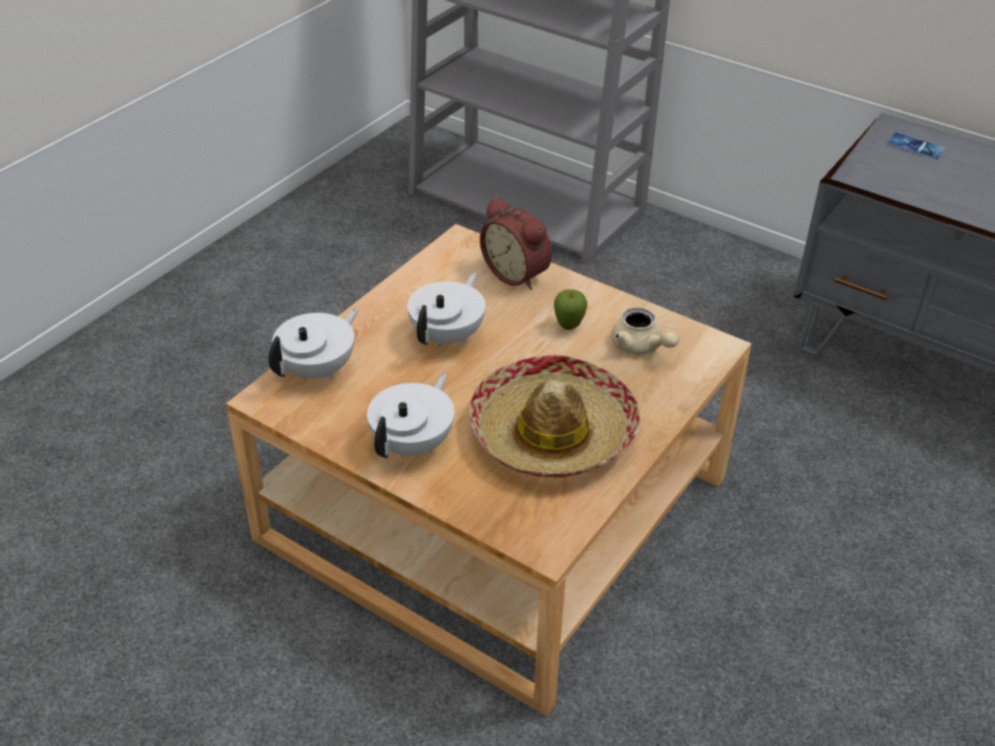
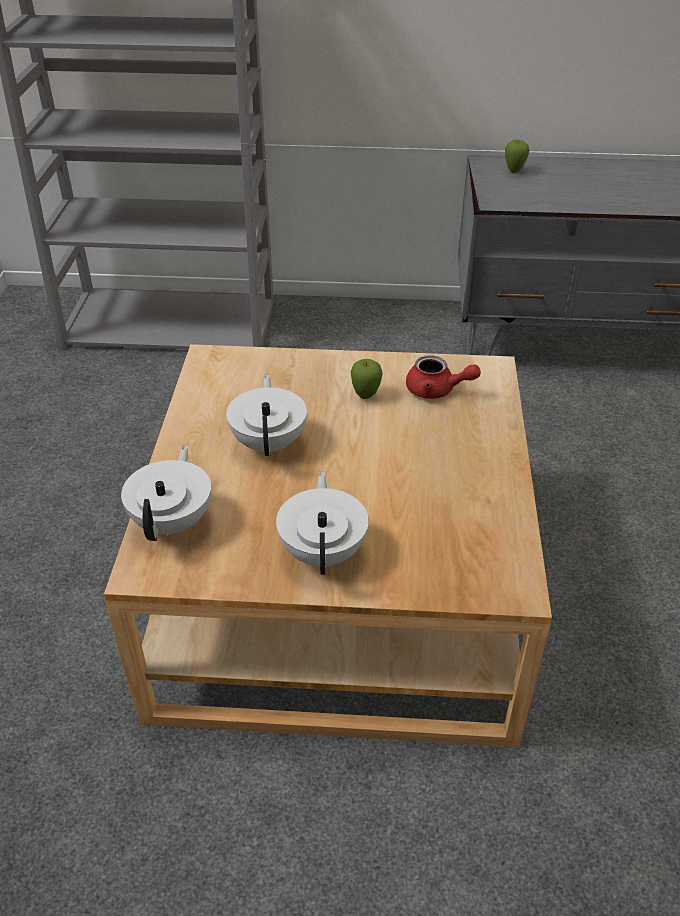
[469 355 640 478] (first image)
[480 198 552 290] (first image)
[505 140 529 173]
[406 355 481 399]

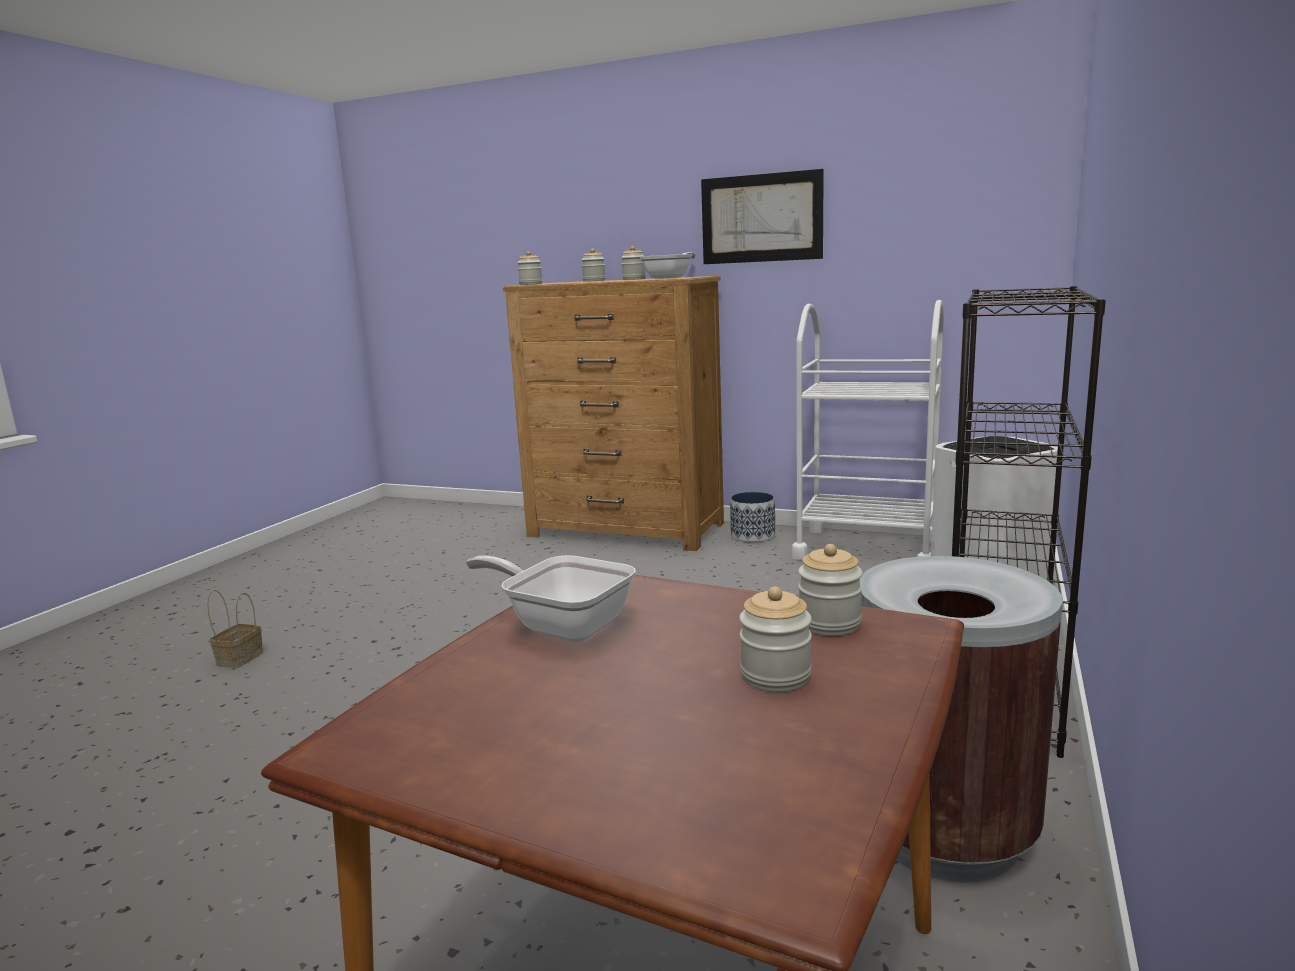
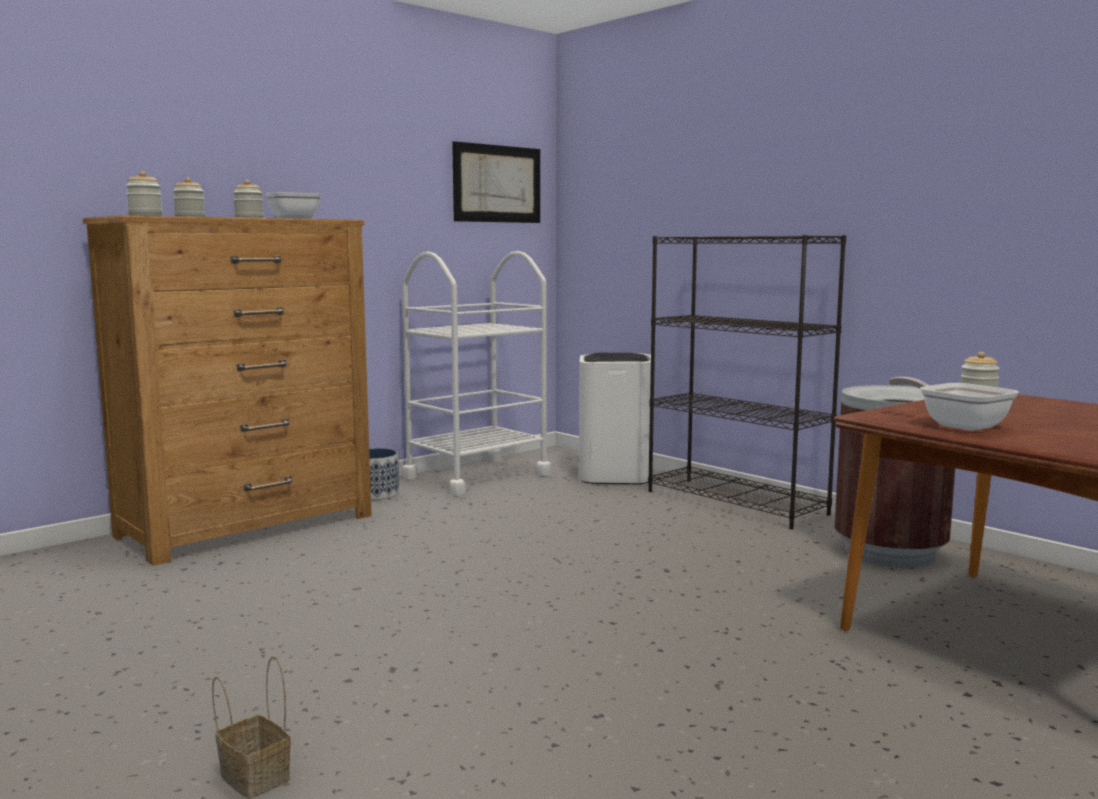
[739 586 812 692] (first image)
[452 141 540 223]
[889 377 1019 431]

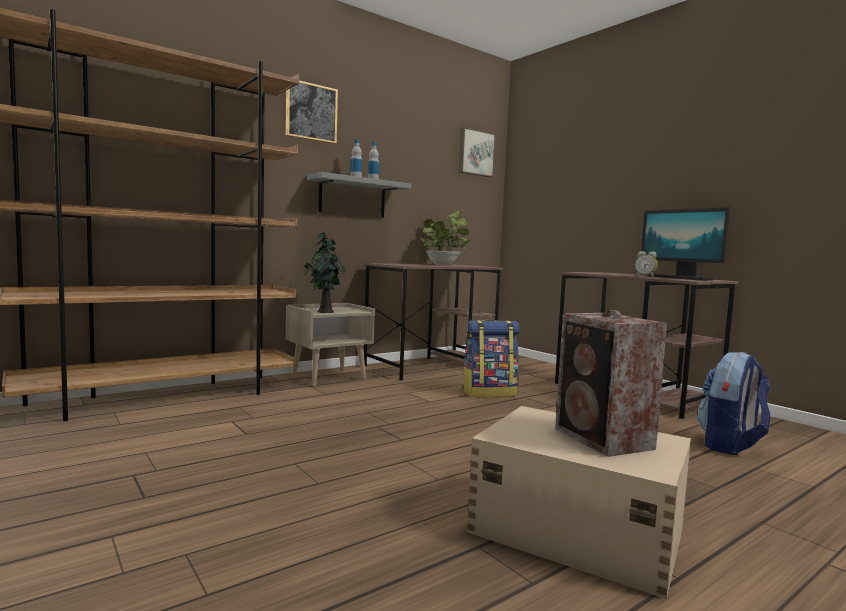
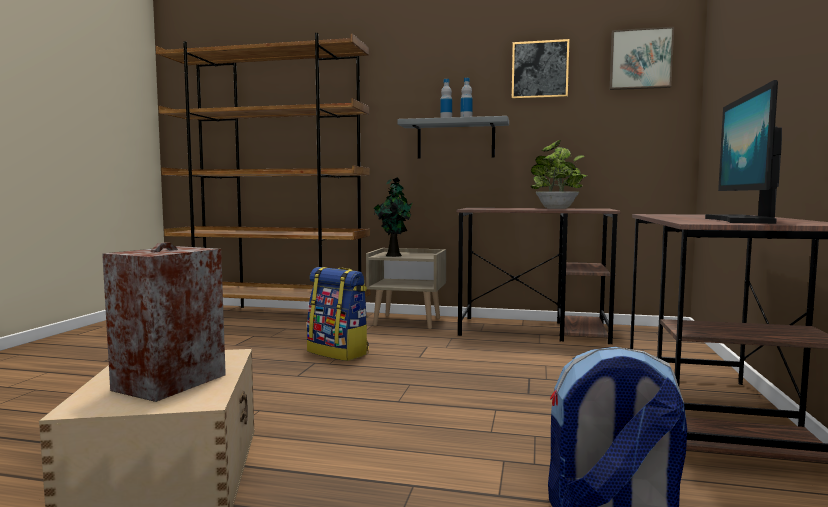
[635 251 658 278] (first image)
[512 39 569 99]
[307 267 369 361]

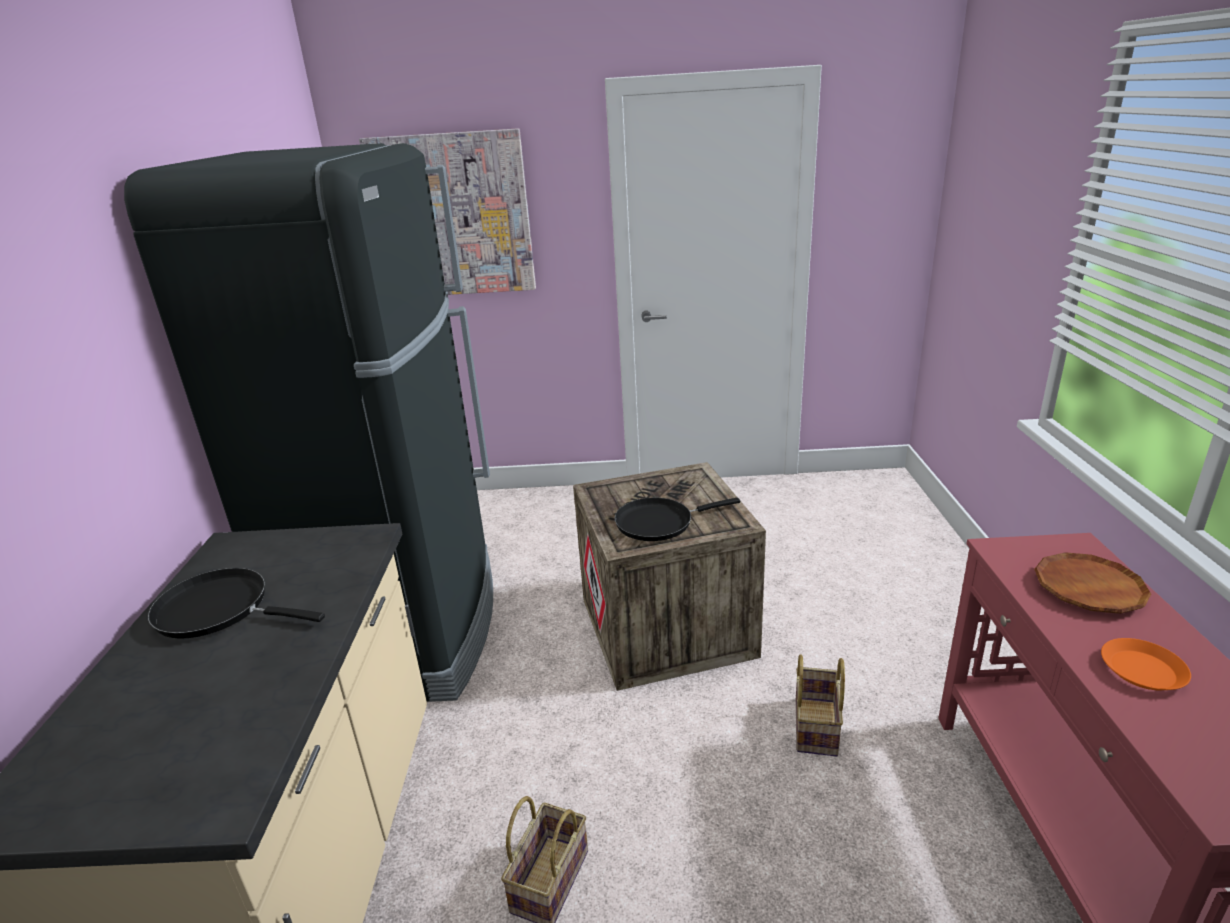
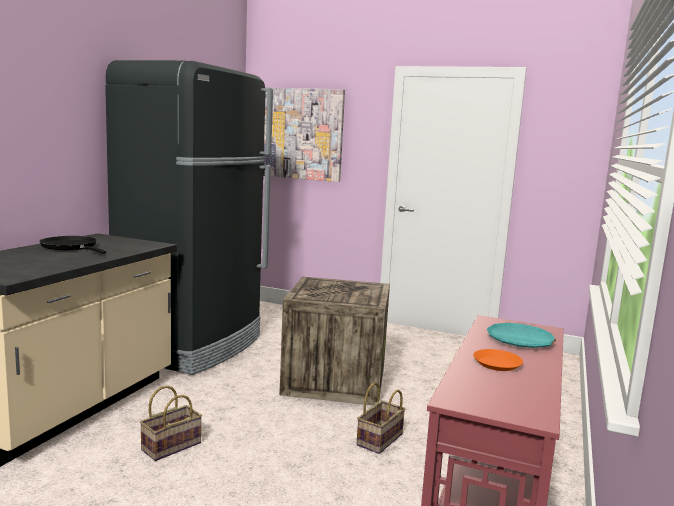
[615 498 740 541] (first image)
[487 323 556 348]

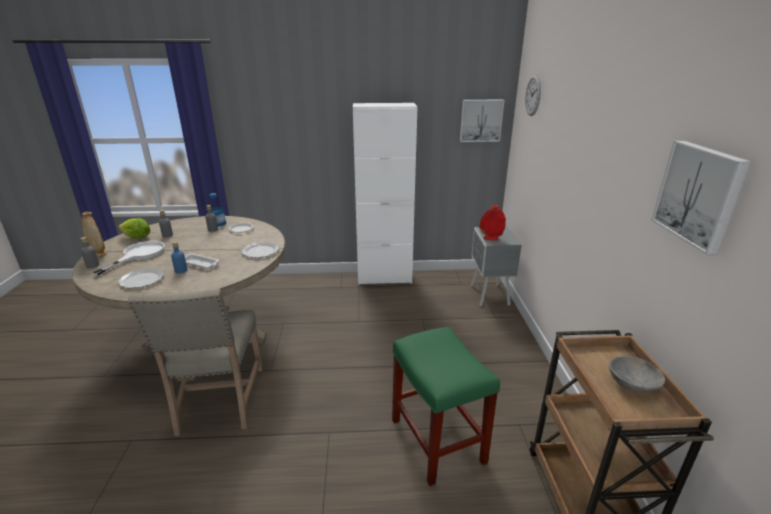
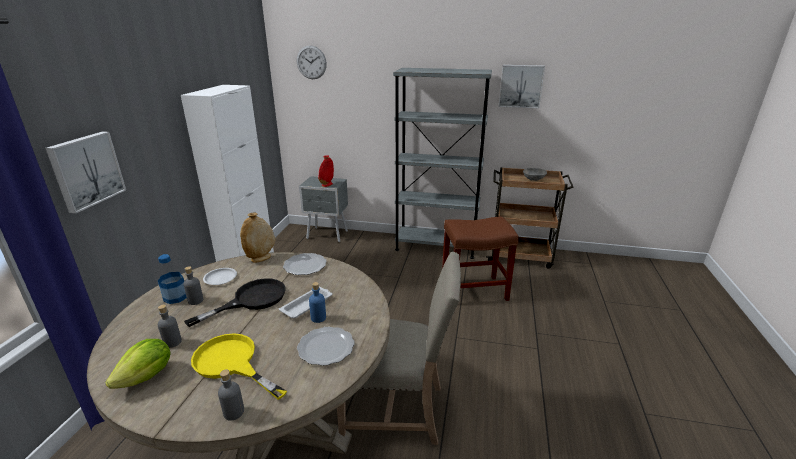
[184 278 286 327]
[393 68 492 259]
[240 213 275 263]
[45 131 126 214]
[191 333 287 400]
[442 216 519 301]

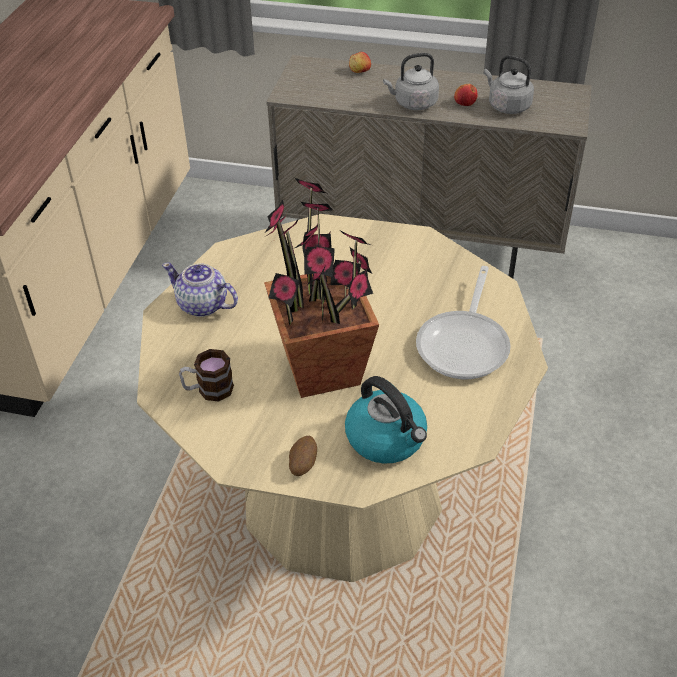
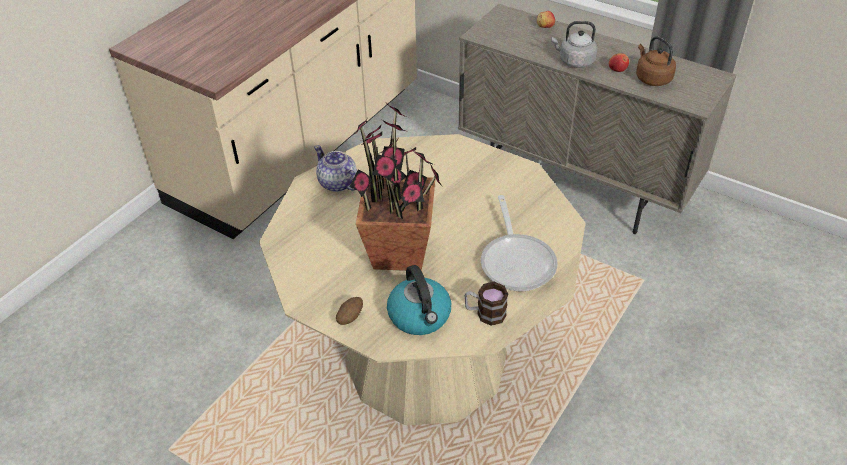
[465 282 508 326]
[636 36 676 86]
[481 195 558 291]

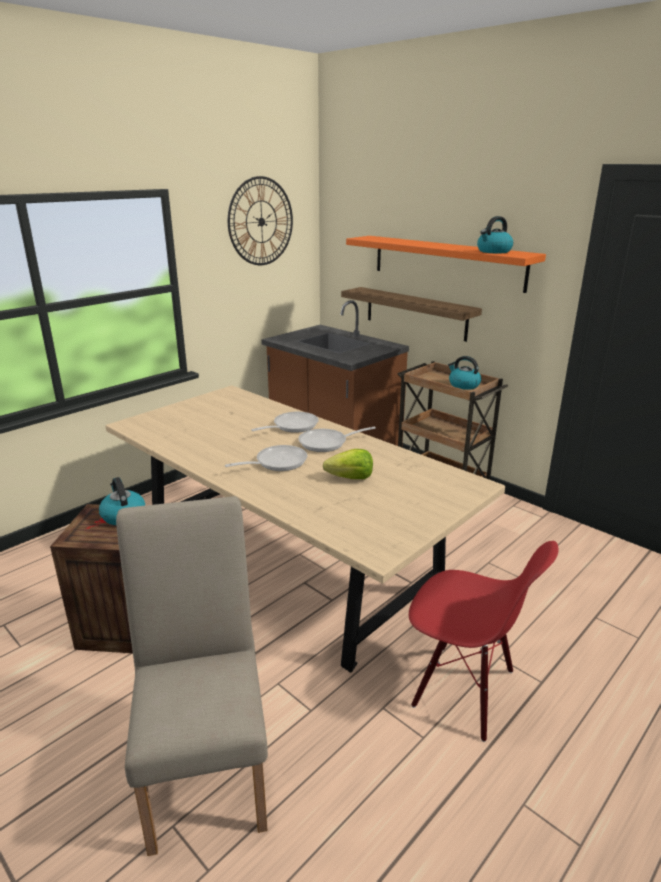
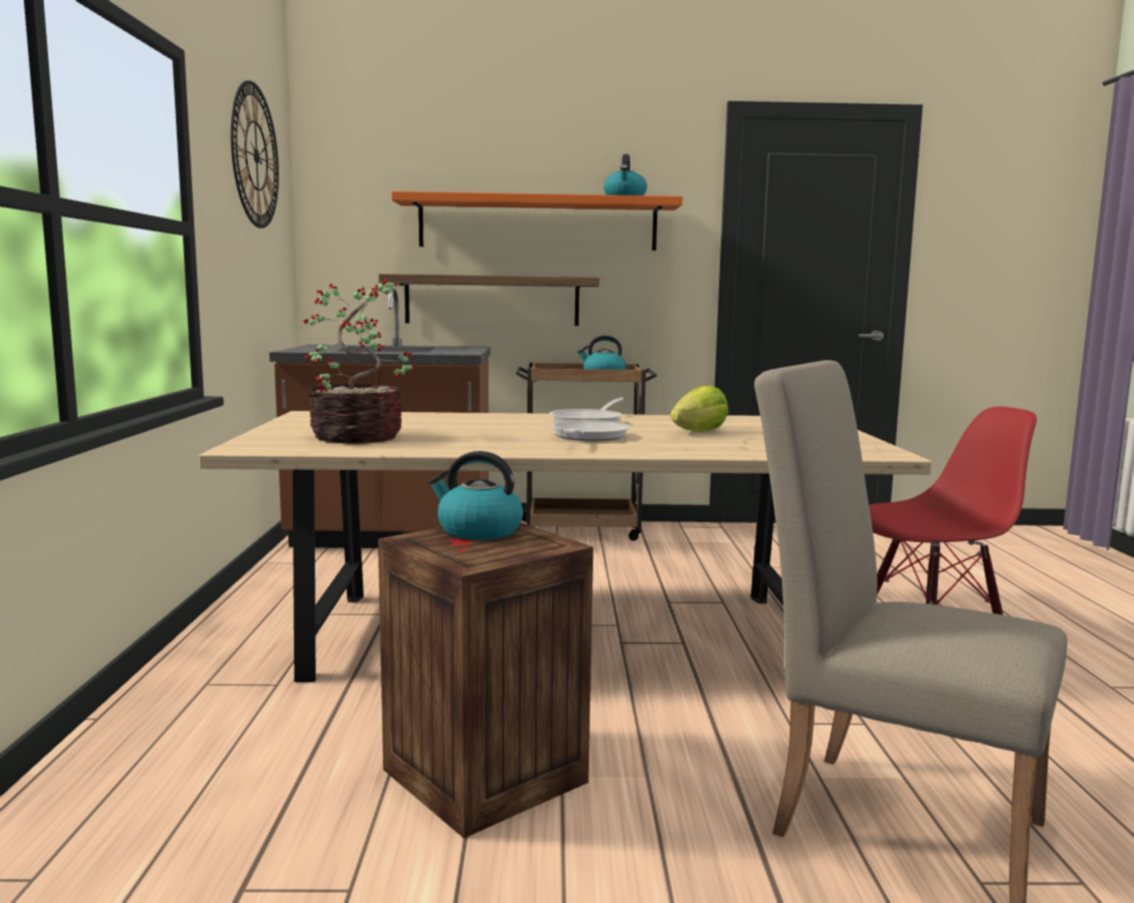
[251 412 319 433] (first image)
[301 277 416 444]

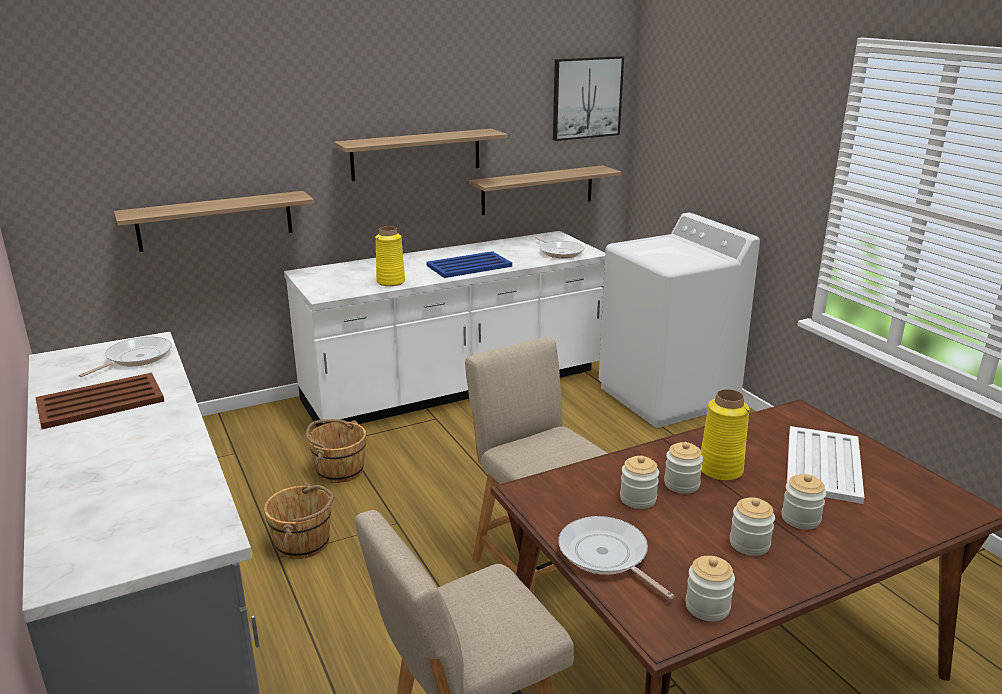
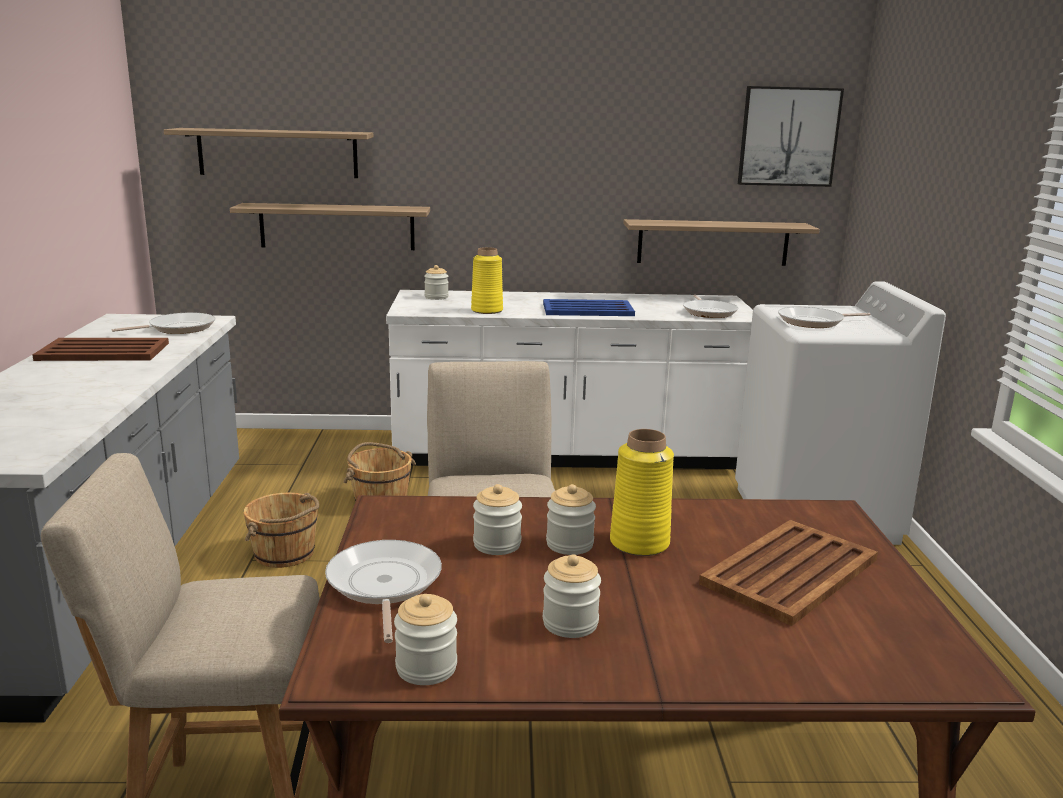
[778 307 871 328]
[164 128 373 178]
[424 265 449 300]
[699 520 878 626]

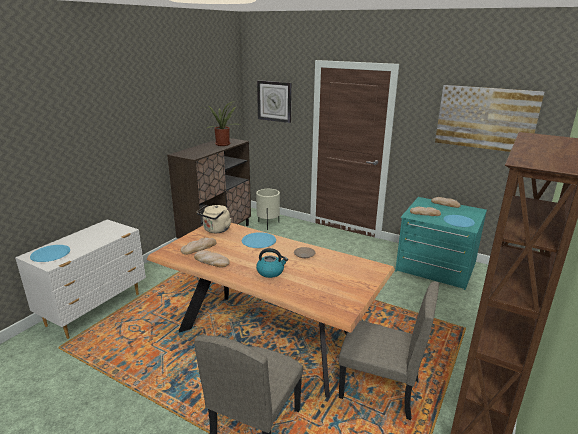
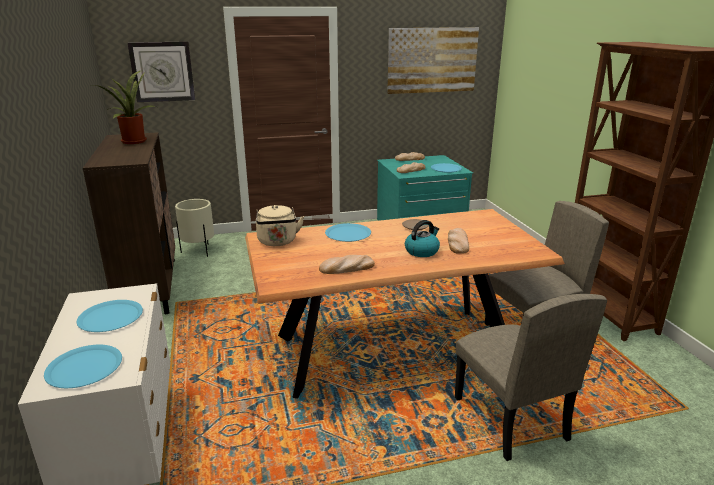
[77 300 143 332]
[448 228 469 254]

